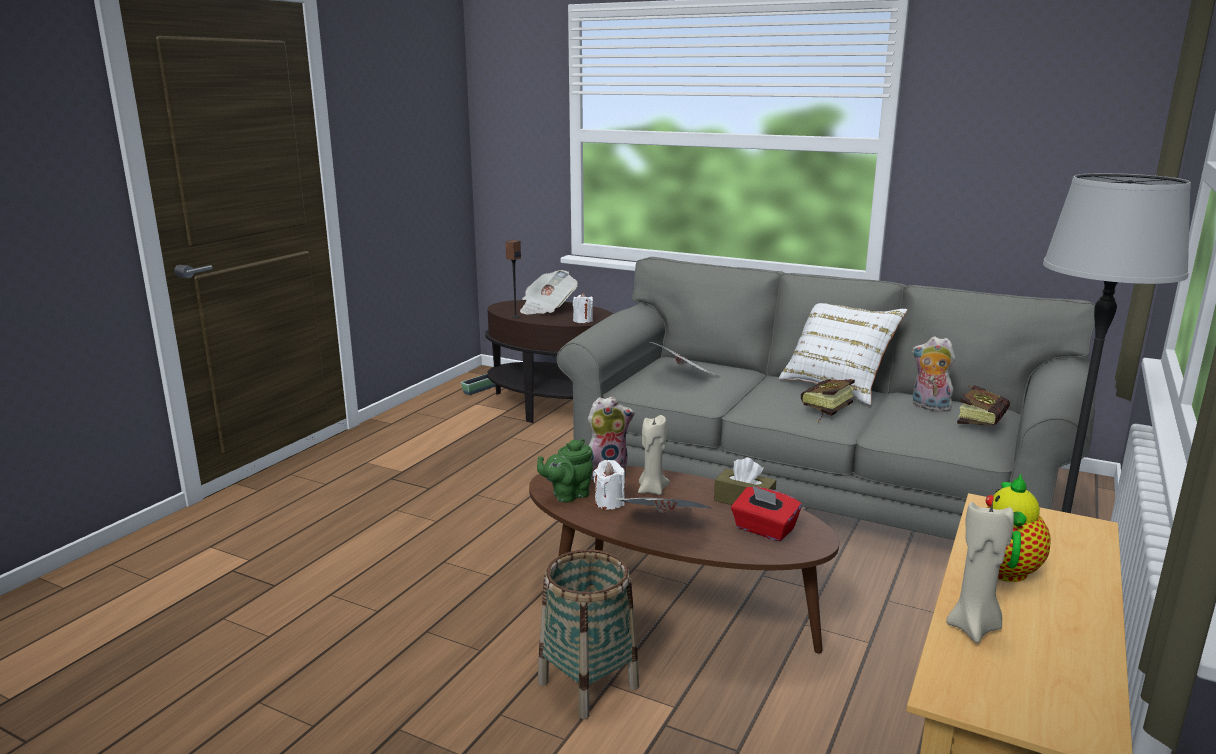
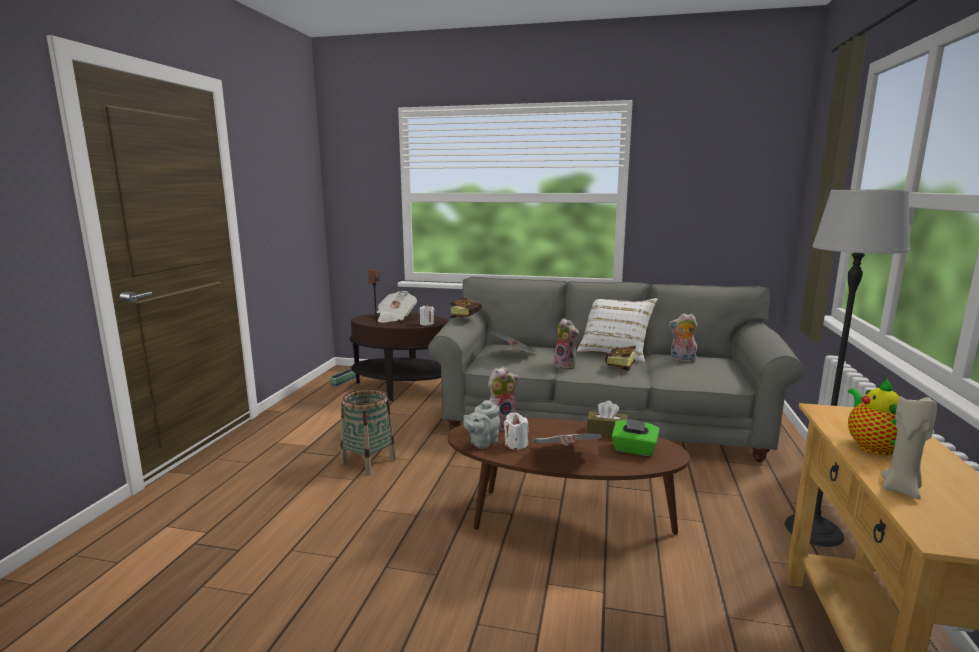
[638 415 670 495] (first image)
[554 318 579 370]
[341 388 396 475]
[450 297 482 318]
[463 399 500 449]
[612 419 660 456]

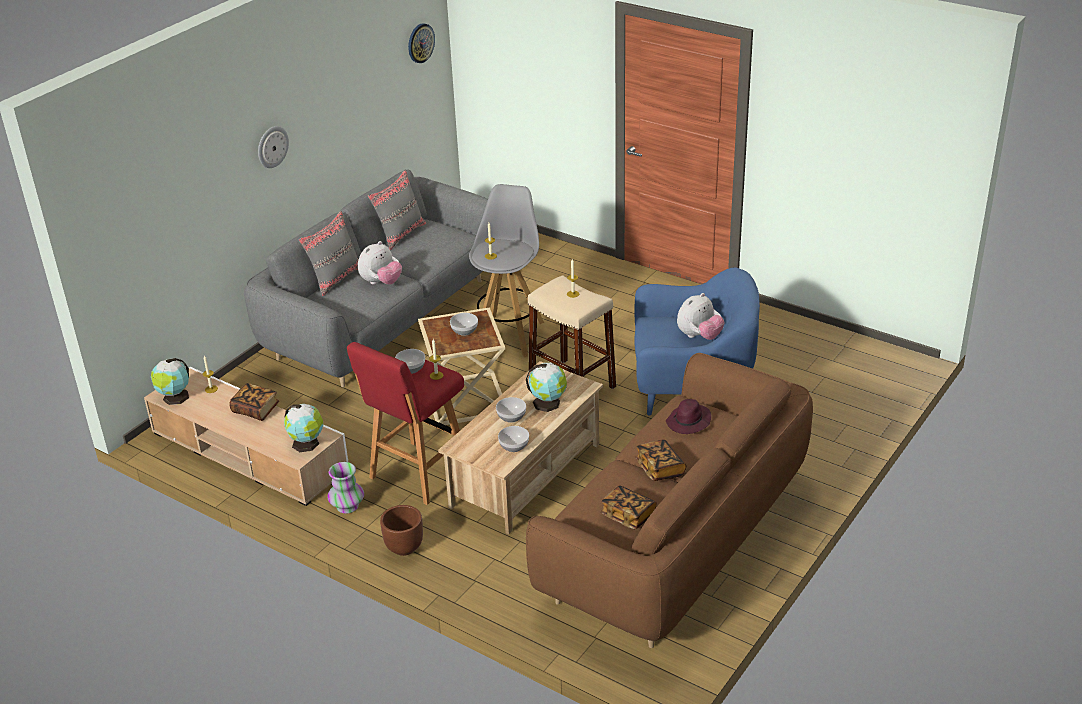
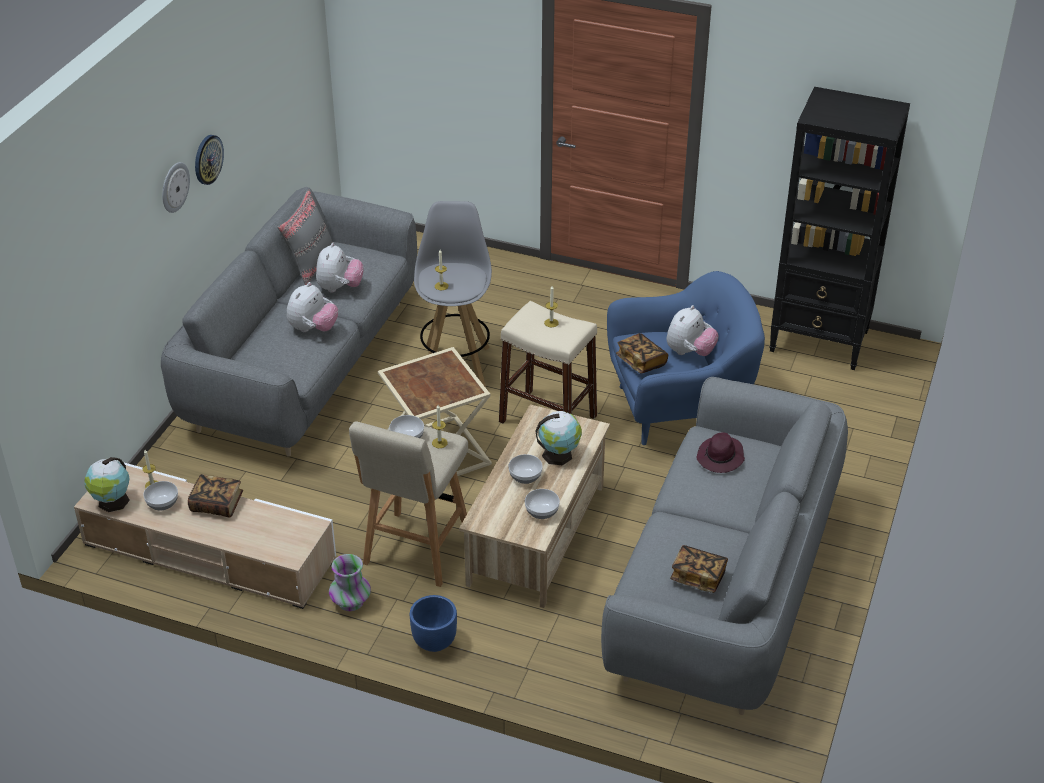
[284 404 323 452] (first image)
[298 211 358 296] (first image)
[316 243 364 293]
[769 87 910 370]
[195 135 224 185]
[143 481 178 510]
[616 333 668 374]
[349 421 468 587]
[410 595 457 652]
[601 377 848 715]

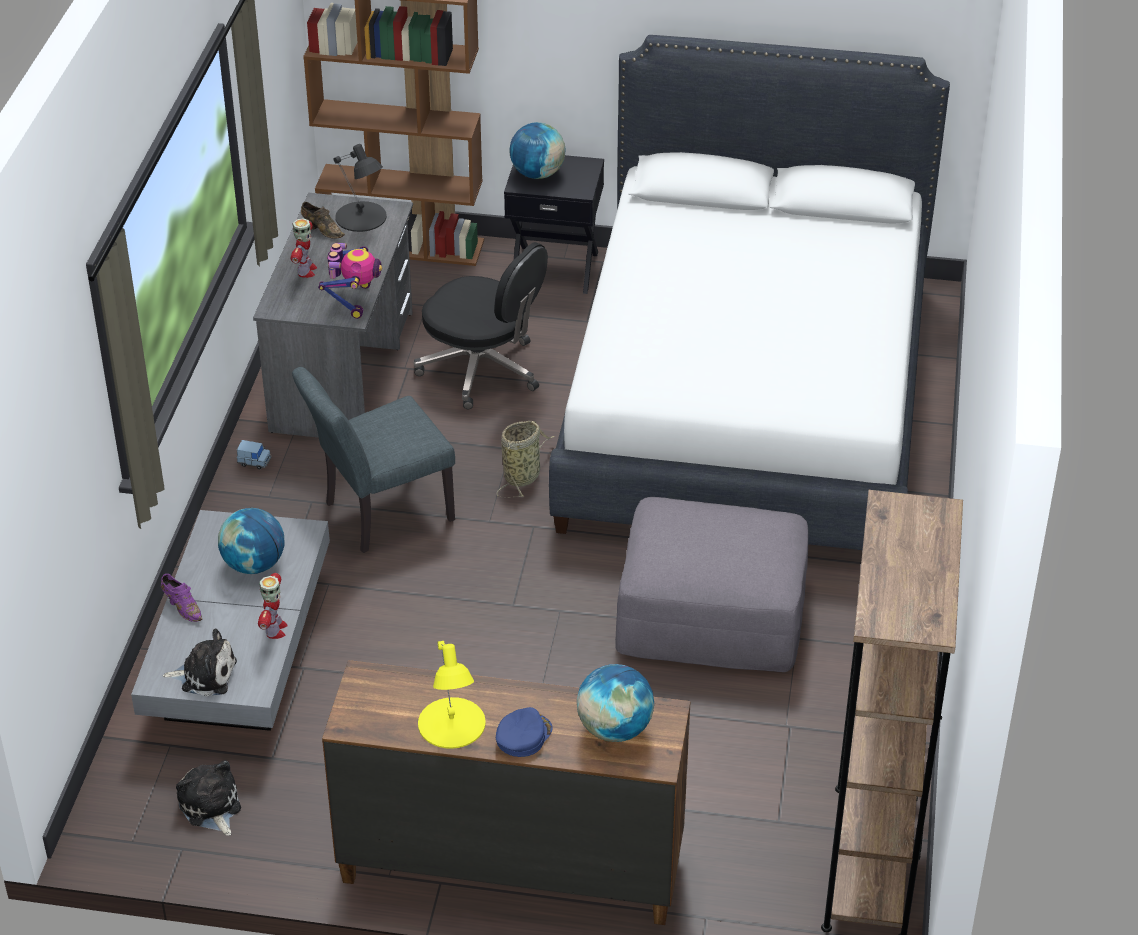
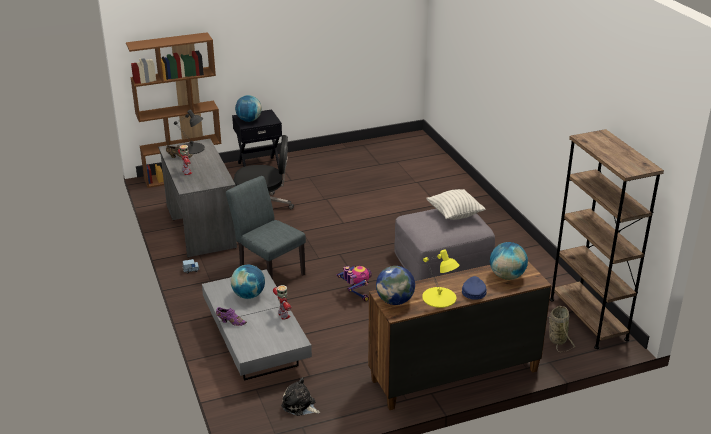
[163 629 237 696] (first image)
[549 35 950 550] (first image)
[376 266 415 305]
[427 189 486 220]
[337 266 372 301]
[549 306 575 352]
[226 176 306 280]

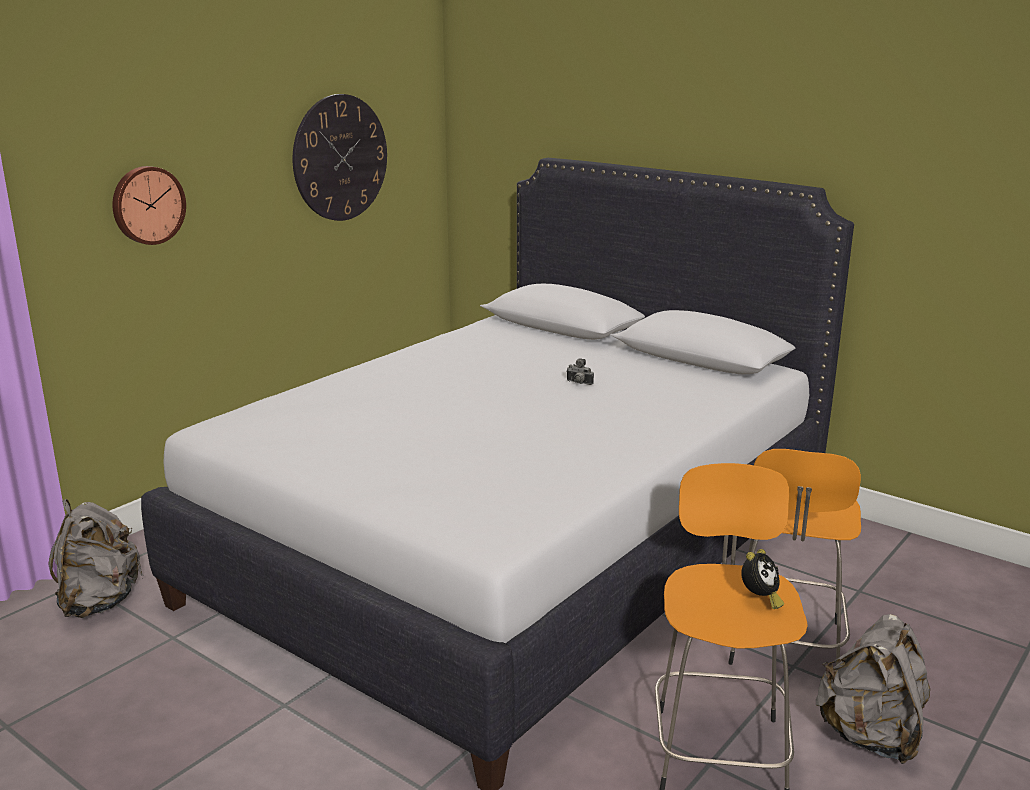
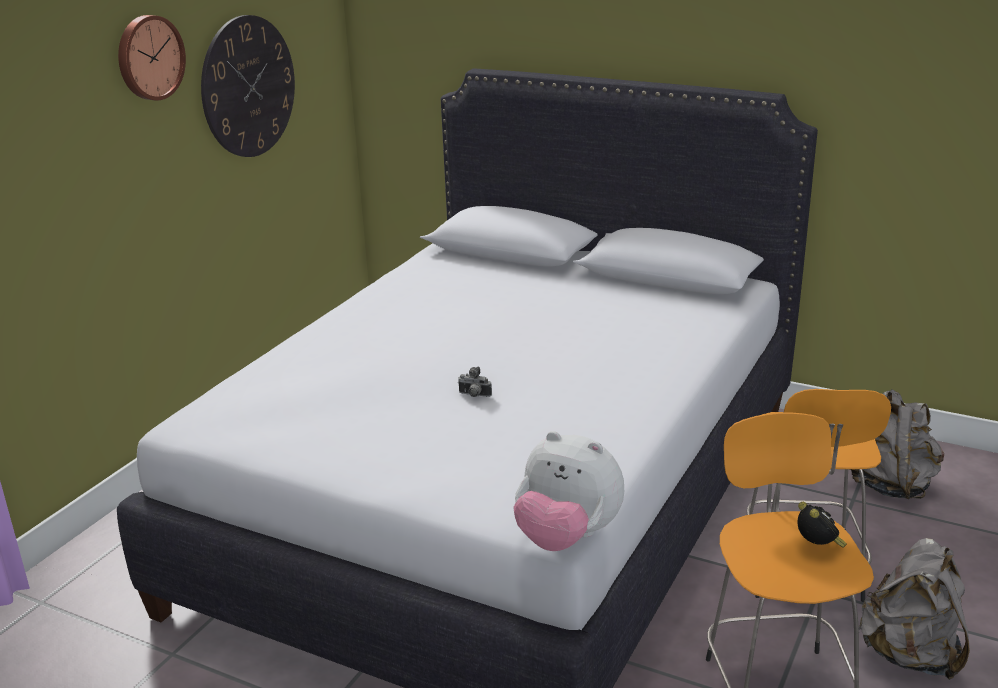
[513 431 624 551]
[850 389 944 499]
[118 15 186 100]
[458 367 492 397]
[797 502 847 548]

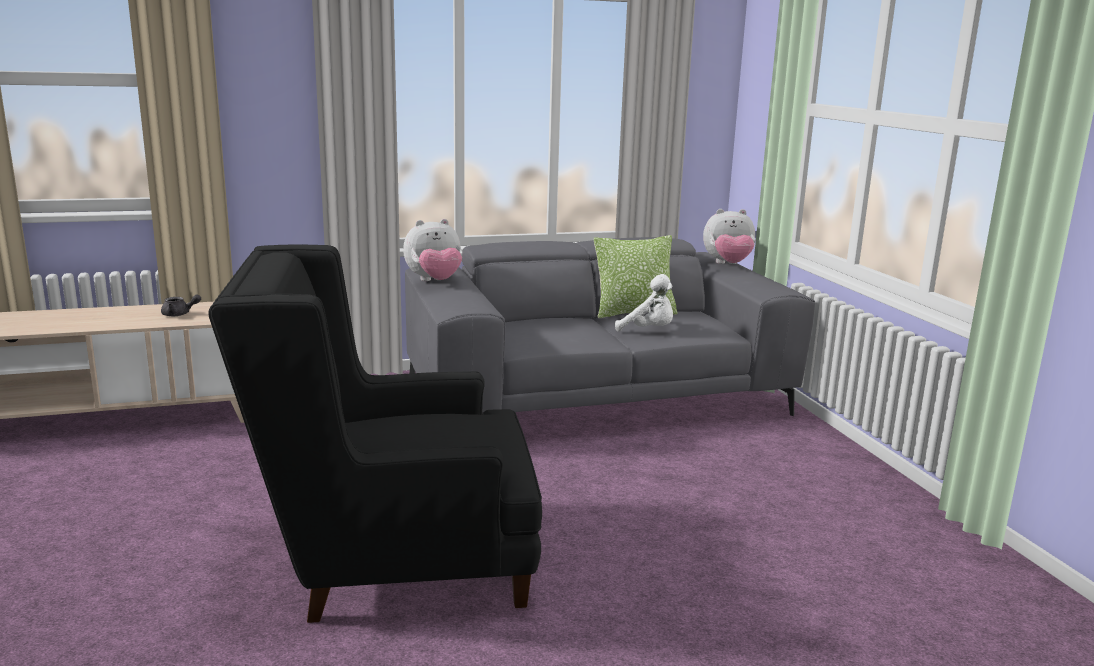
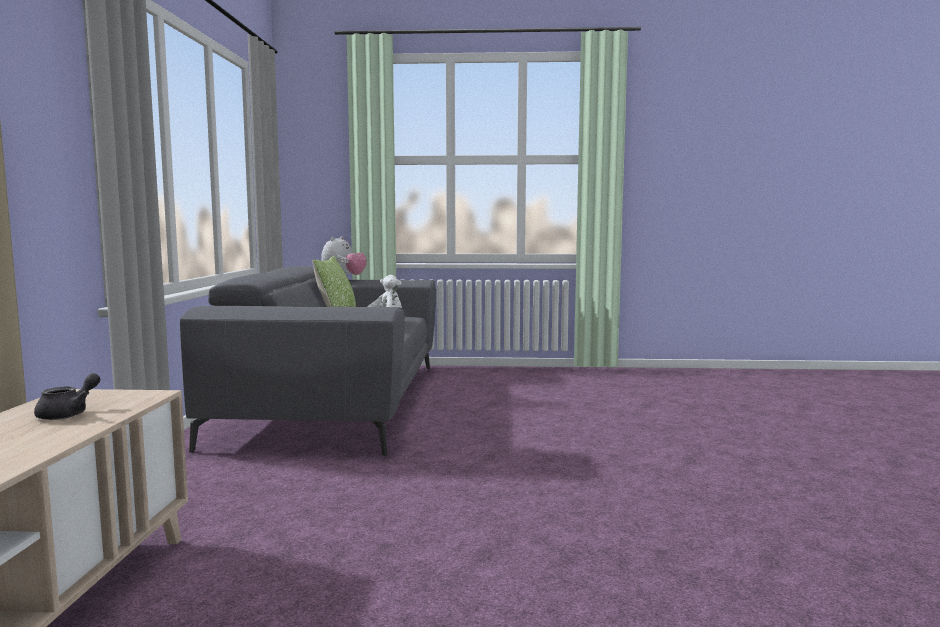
[208 244 542 623] (first image)
[403 219 462 281] (first image)

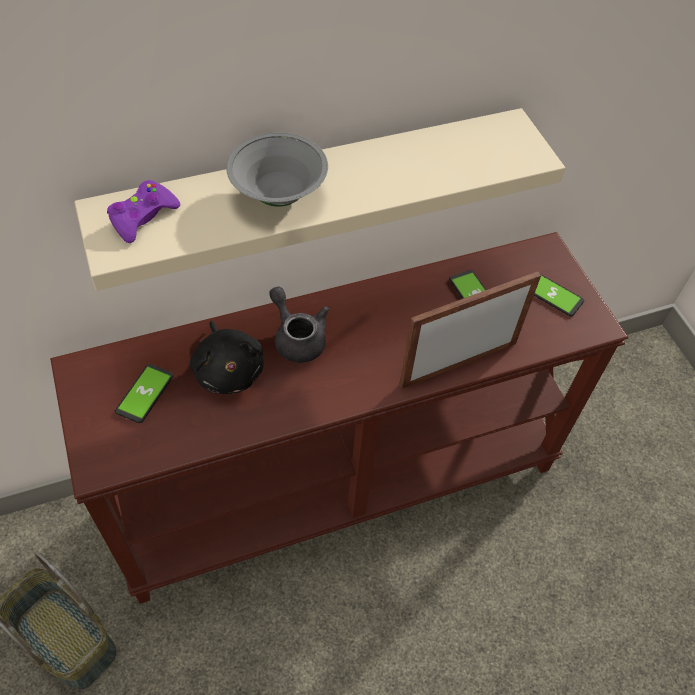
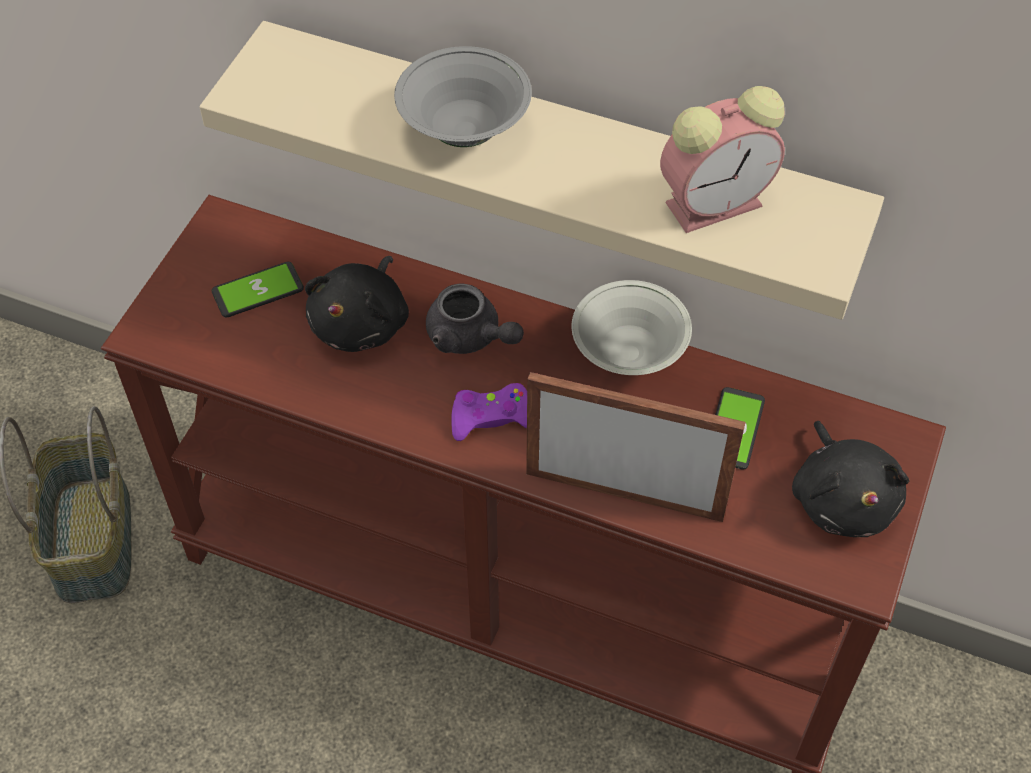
[571 280 692 375]
[660 86 785 233]
[451 383 527 441]
[792 421 909 537]
[426 283 524 354]

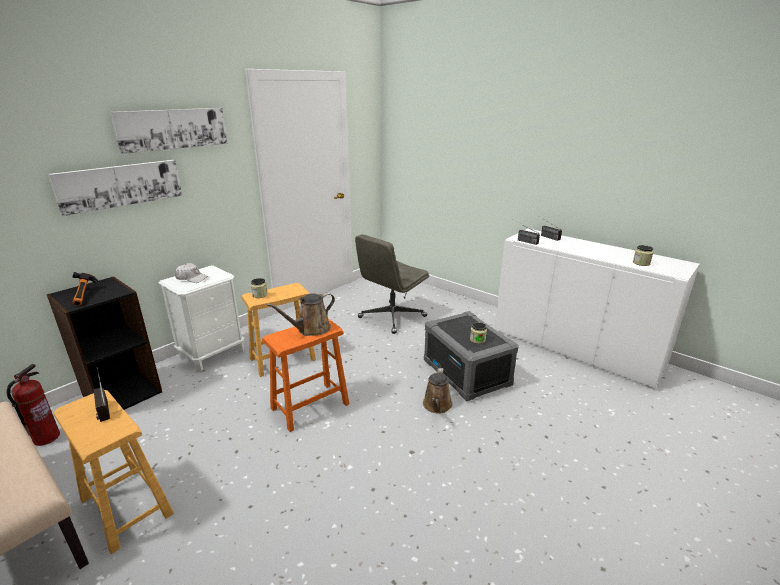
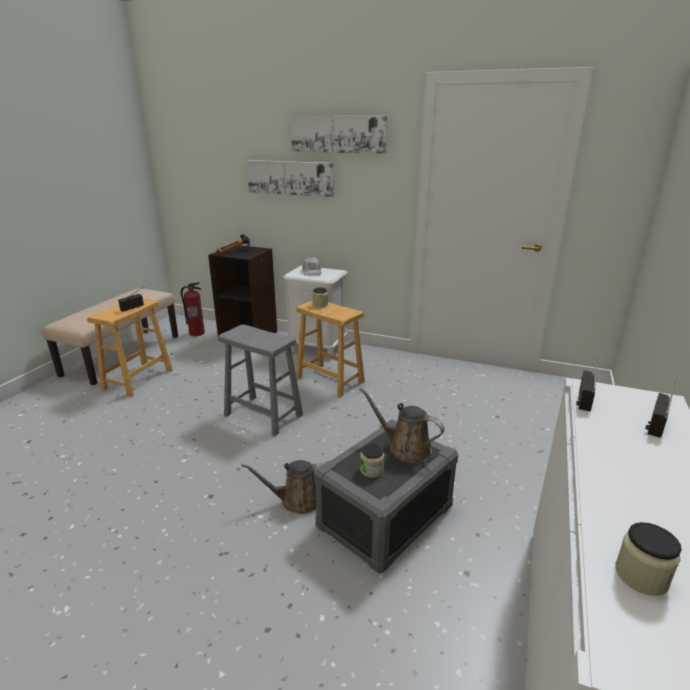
[355 234 429 334] (first image)
[359 388 444 463]
[218 325 303 436]

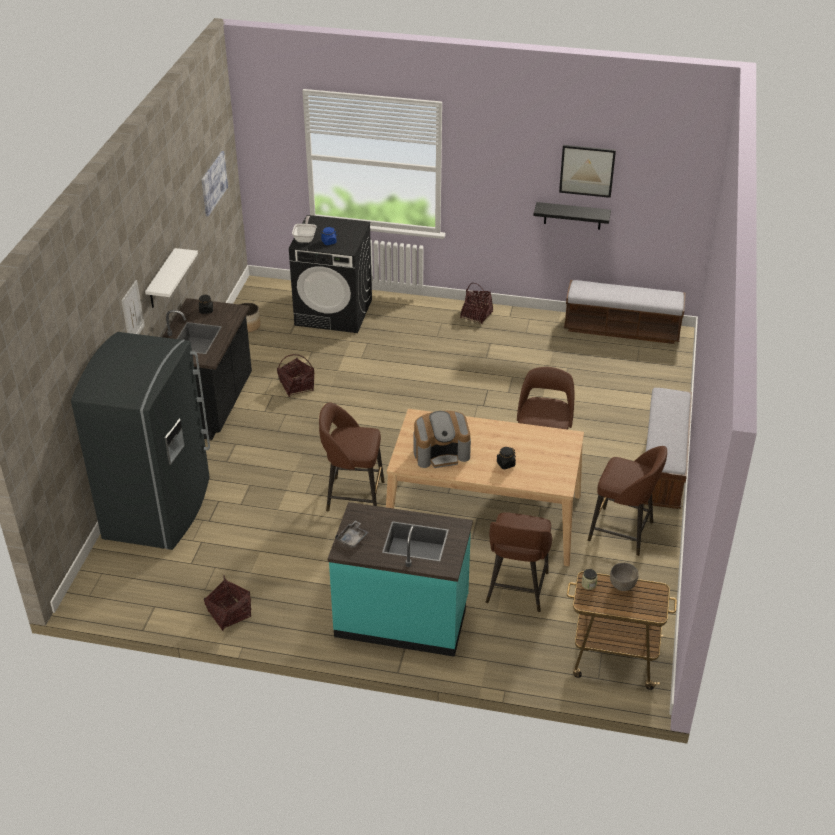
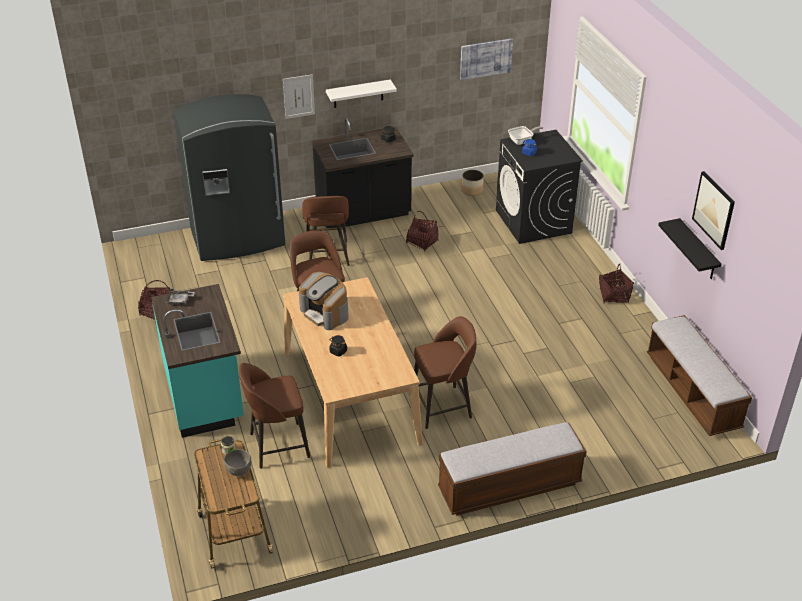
[302 196 350 266]

